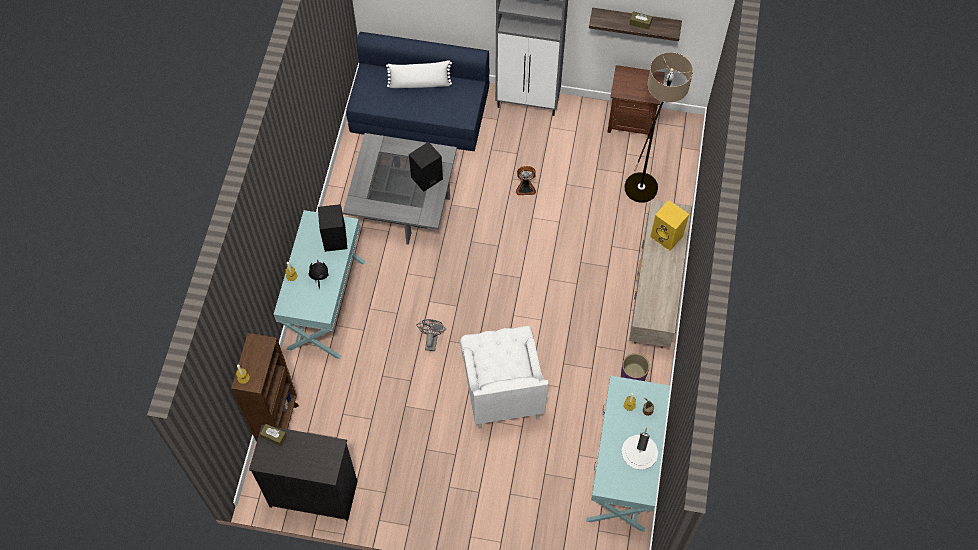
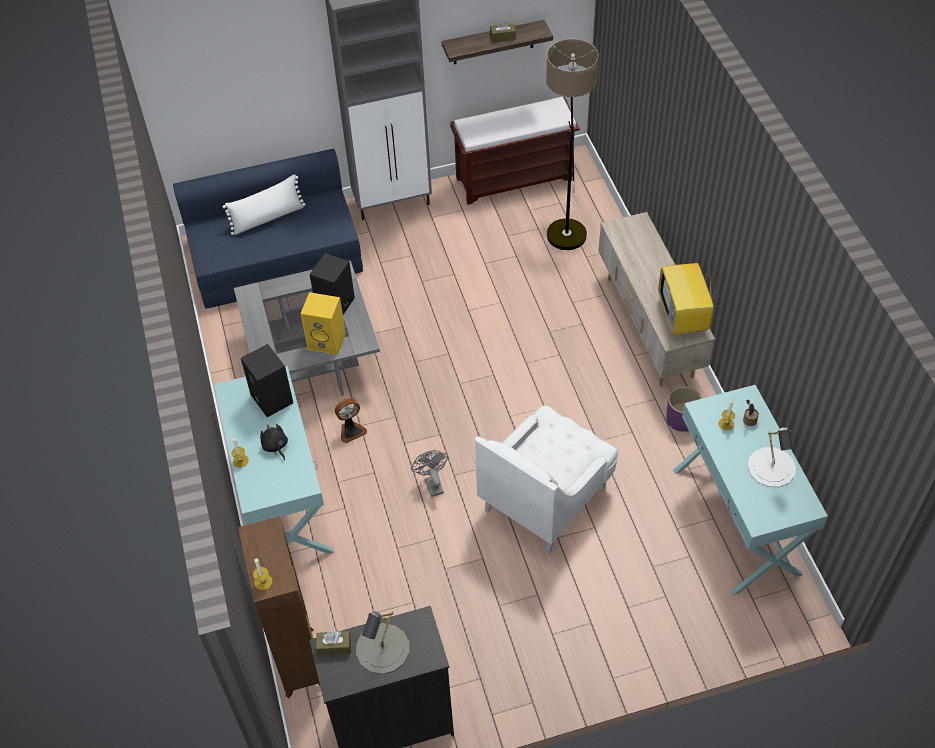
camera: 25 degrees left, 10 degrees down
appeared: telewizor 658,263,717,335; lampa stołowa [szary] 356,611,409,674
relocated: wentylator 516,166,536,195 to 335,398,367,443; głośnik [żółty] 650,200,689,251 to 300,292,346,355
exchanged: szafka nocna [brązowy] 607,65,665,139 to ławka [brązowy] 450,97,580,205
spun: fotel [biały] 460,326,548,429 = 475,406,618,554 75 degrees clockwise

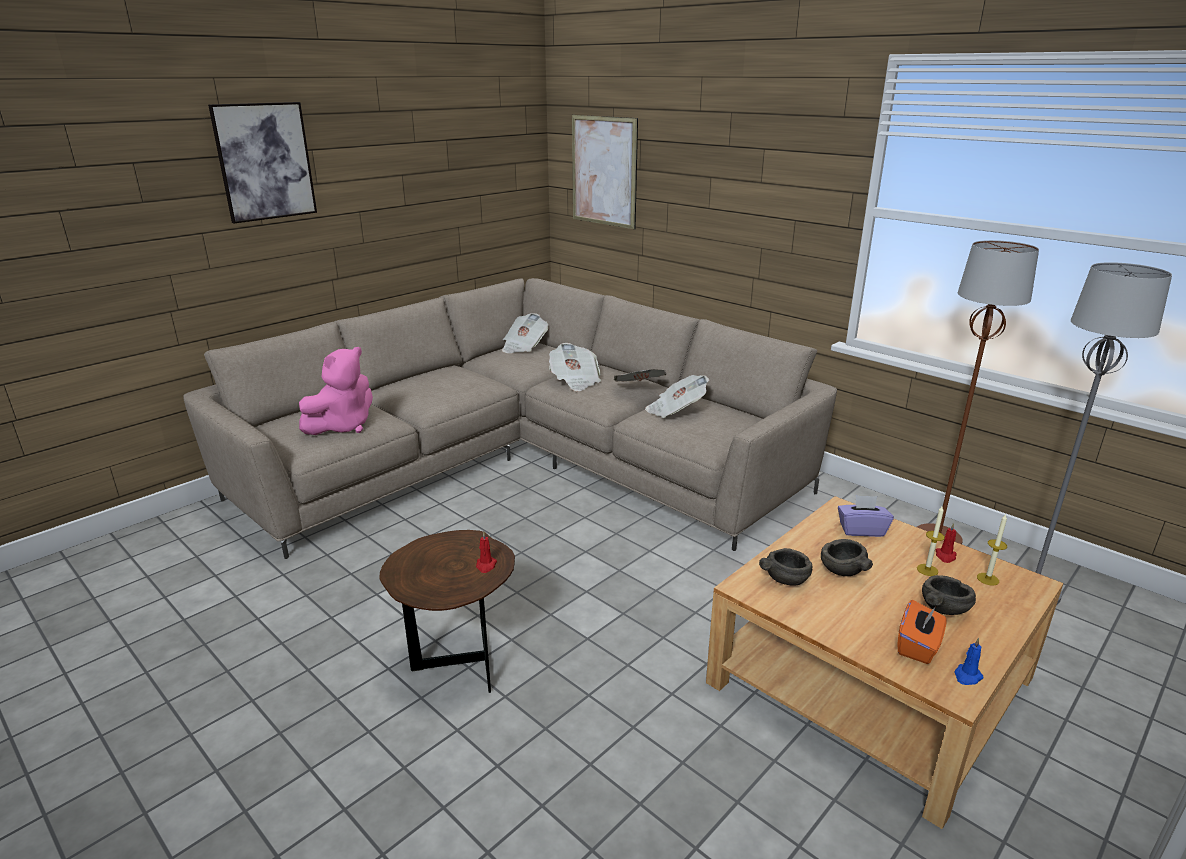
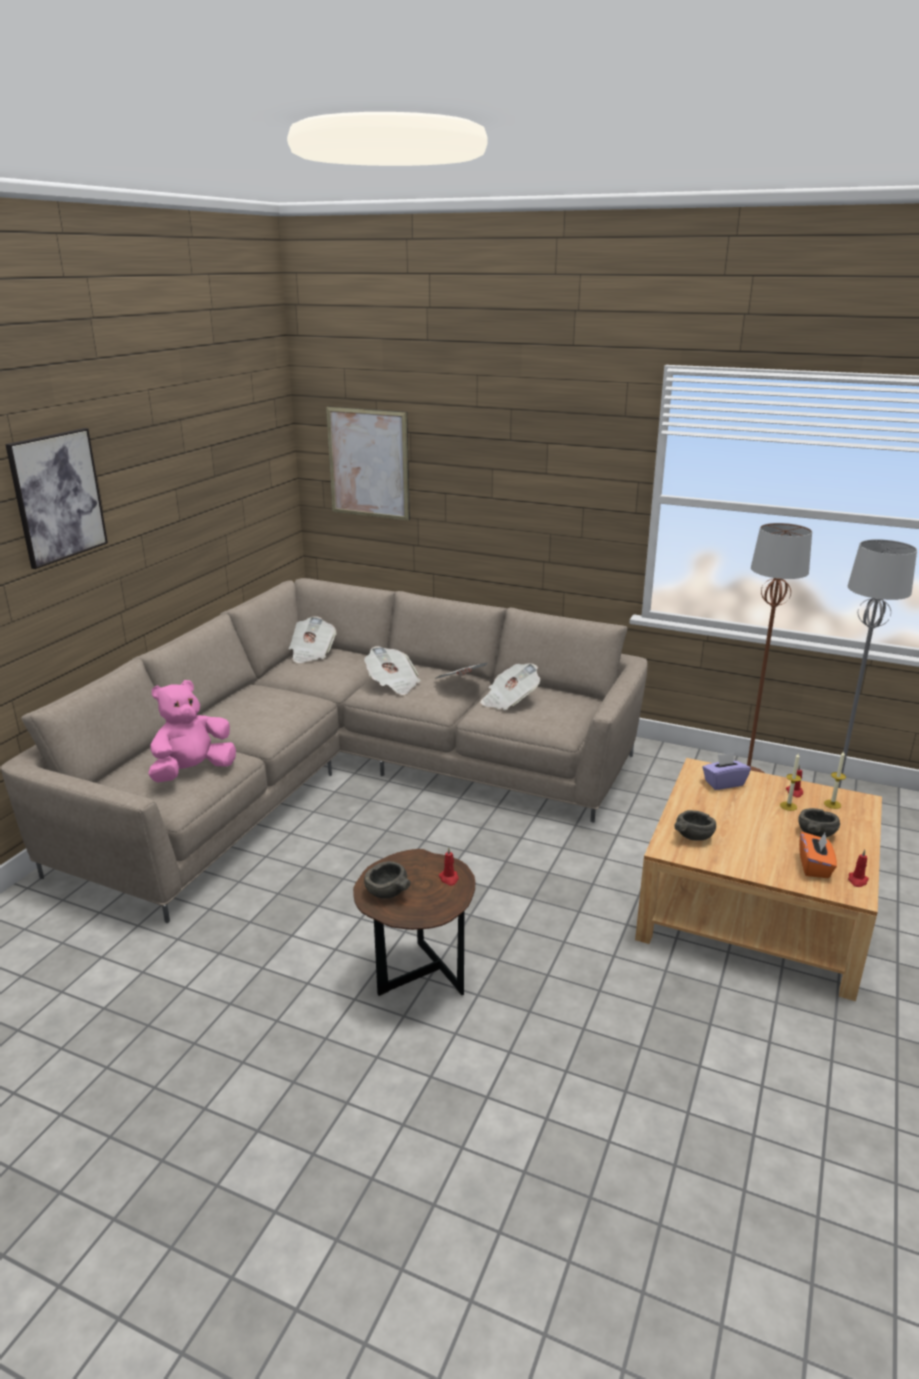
camera: 20 degrees left, 0 degrees up
relocated: miska [szary] 821,539,873,576 to 364,861,411,899
colour: świeca [niebieski] 954,638,983,685 to świeca [czerwony] 848,850,869,887
spun: pluszak [różowy] 299,347,373,435 = 148,680,236,782 150 degrees counterclockwise

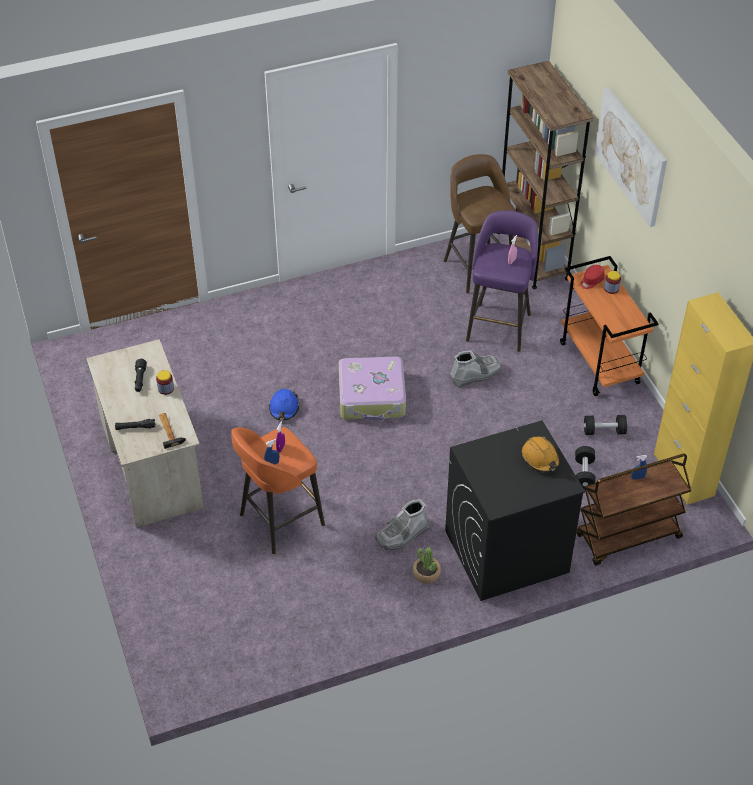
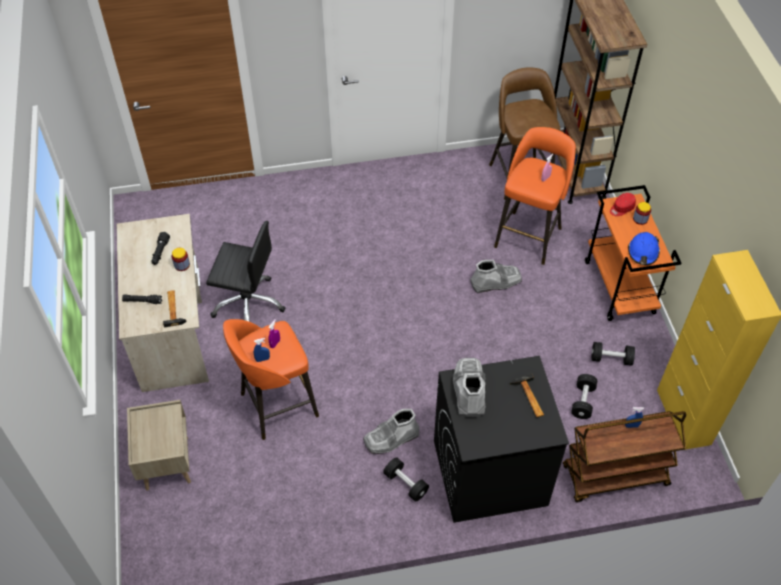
camera: 10 degrees right, 5 degrees up
missing: obraz 595,88,667,227; walizka 339,357,406,421
appeared: krzesło biurowe [czarny] 206,221,285,322; but z cholewką [szary] 453,358,486,417; szafka nocna [beżowy] 127,400,191,490
relocated: kask [niebieski] 269,389,299,420 to 628,232,660,265
exchanged: kask [pomarańczowy] 522,436,560,473 to młotek 510,374,544,417; roślina doniczkowa 413,547,441,584 to hantel [czarny] 383,457,429,502
colour: stołek [fioletowy] 466,210,538,352 to stołek [pomarańczowy] 494,127,576,265

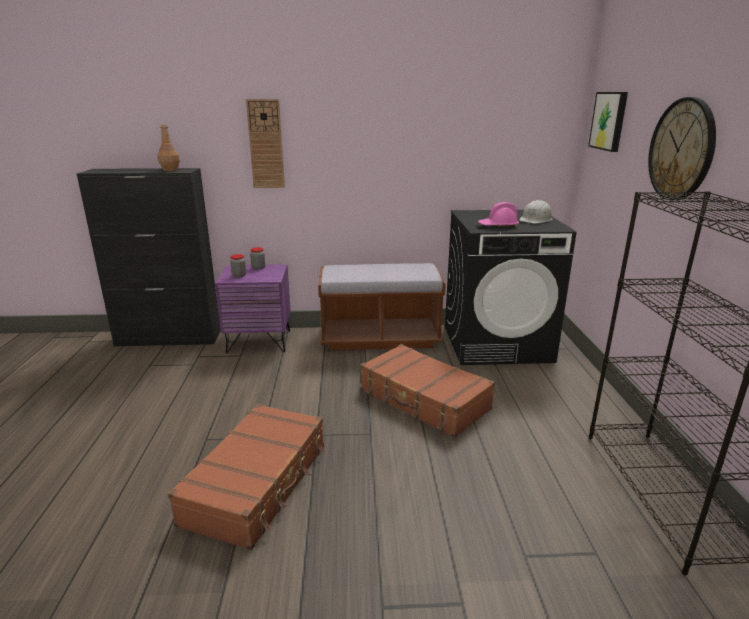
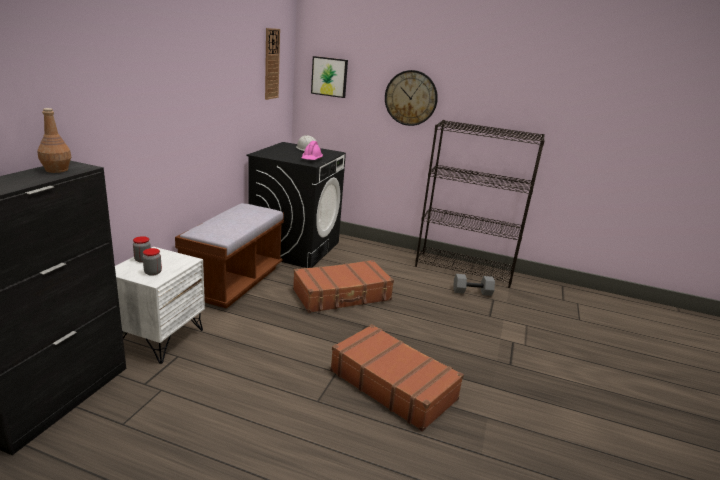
camera: 70 degrees left, 0 degrees up
appeared: hantel [szary] 453,274,495,296
relocated: zegar ścienny 246,99,285,188 to 265,28,280,100
colour: szafka nocna [fioletowy] 215,264,291,353 to szafka nocna [biały] 115,247,205,364

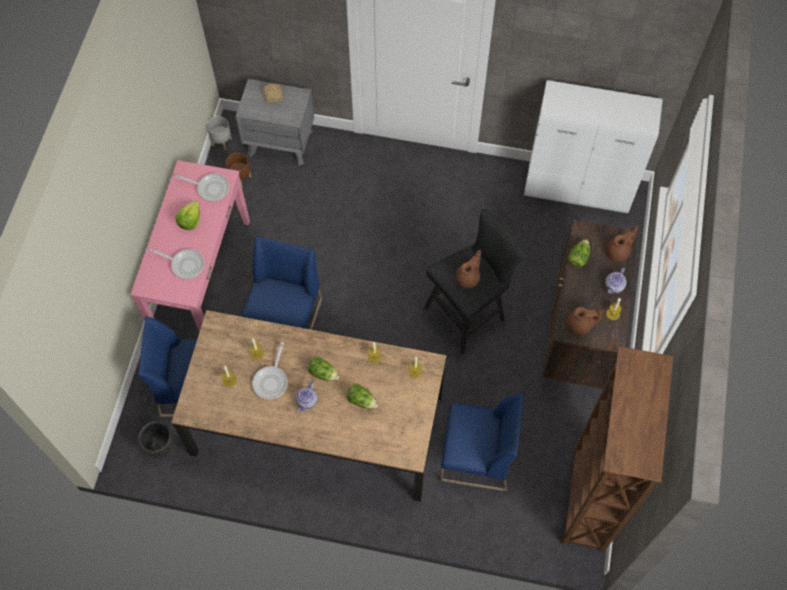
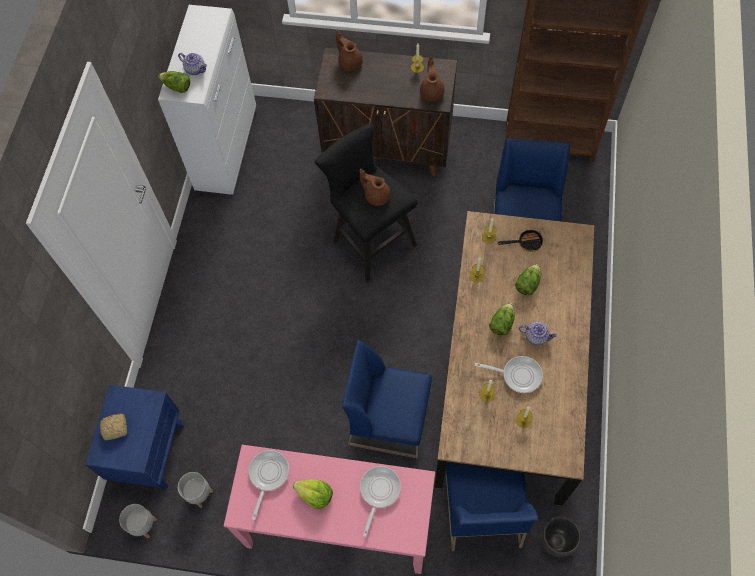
camera: 90 degrees left, 0 degrees up
appeared: patelnia 498,230,543,252
relocated: sałata 568,239,590,268 to 158,71,190,93; imbryk 605,267,626,294 to 178,53,207,75
colour: szafka nocna [szary] 236,79,314,165 to szafka nocna [niebieski] 85,385,184,491; donica [brązowy] 226,153,252,187 to donica [szary] 178,472,213,508

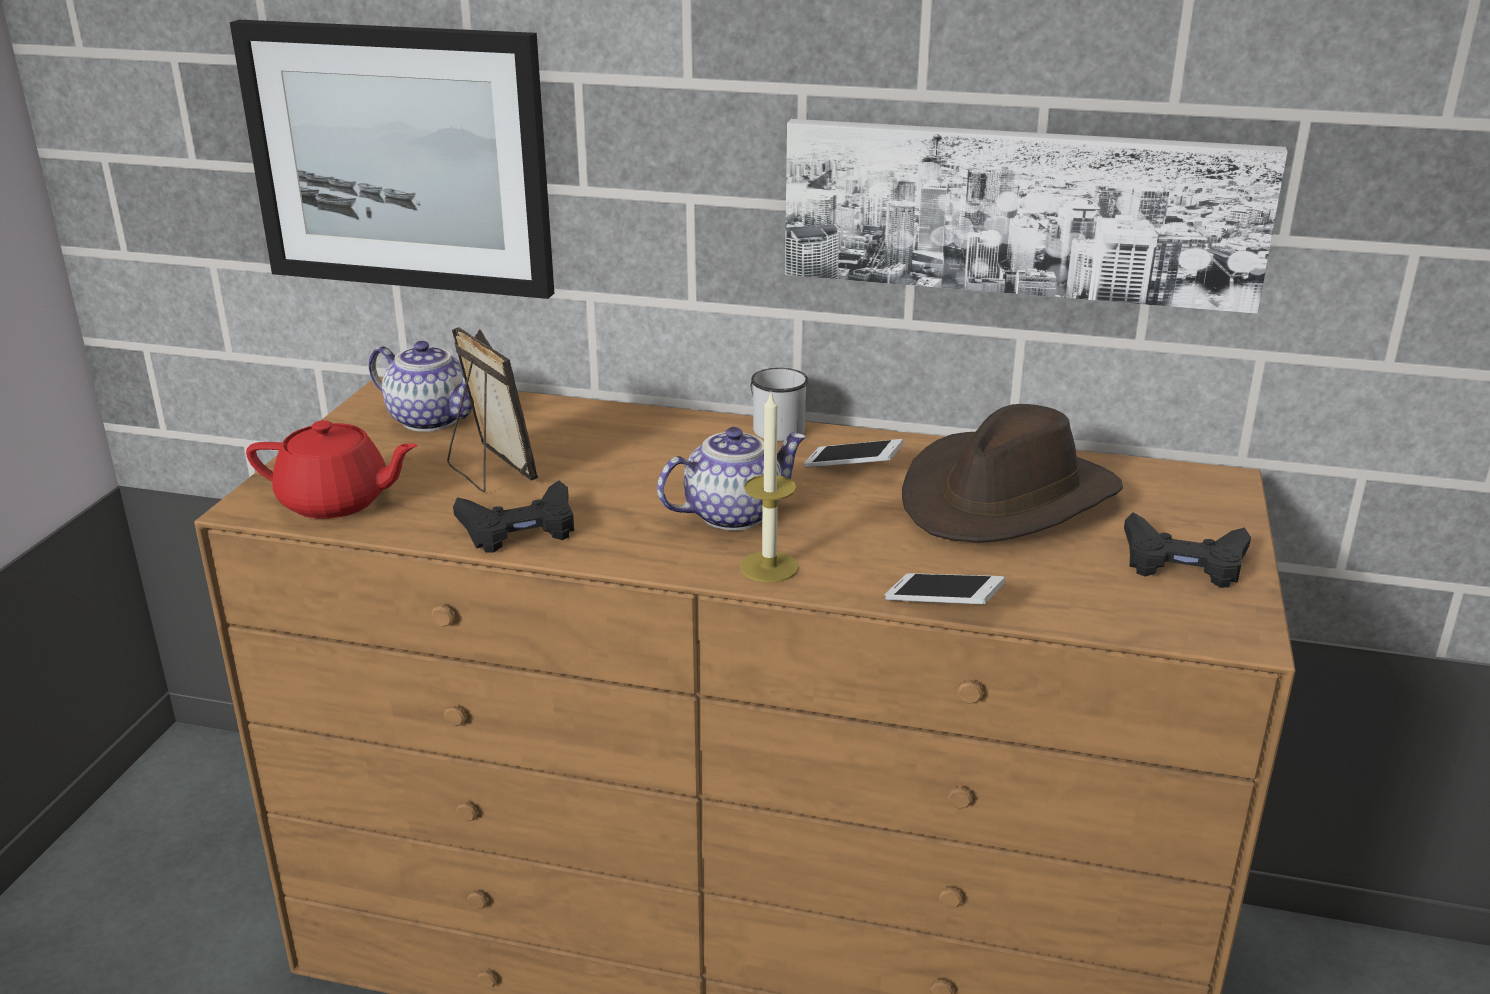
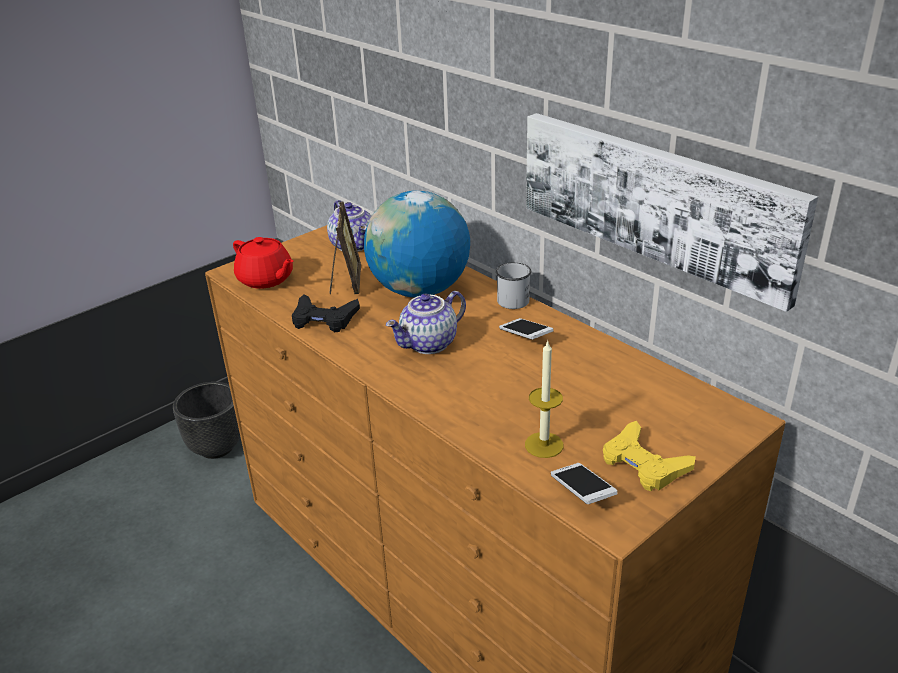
camera: 35 degrees right, 5 degrees up
missing: obraz 230,20,554,299; kapelusz [brązowy] 902,404,1123,543
appeared: globus 364,191,470,298; donica [czarny] 173,382,241,459
relocated: świeca 740,392,799,583 to 525,340,563,458; telefon 885,573,1005,604 to 551,463,618,504
colour: pad do gier [czarny] 1124,512,1251,588 to pad do gier [żółty] 603,421,696,491
spun: imbryk 657,427,807,531 = 386,291,466,354 135 degrees clockwise

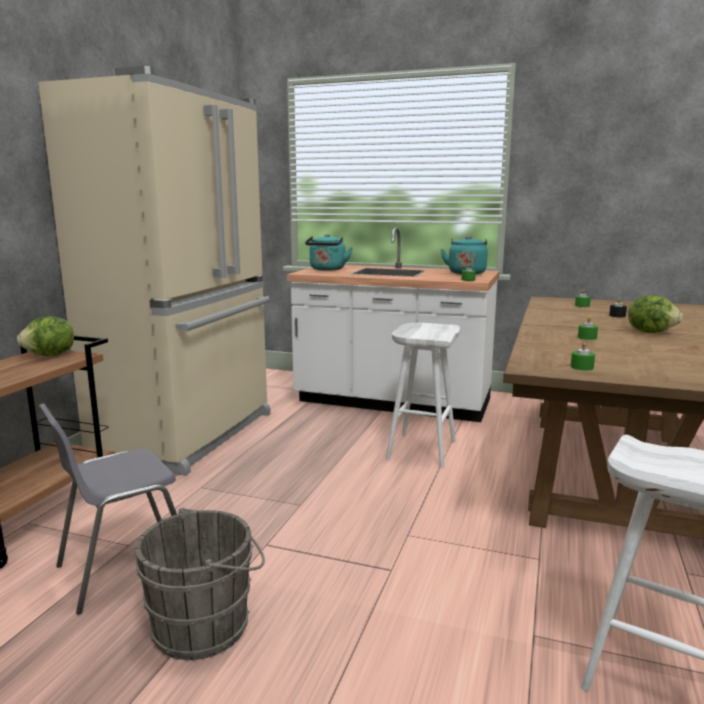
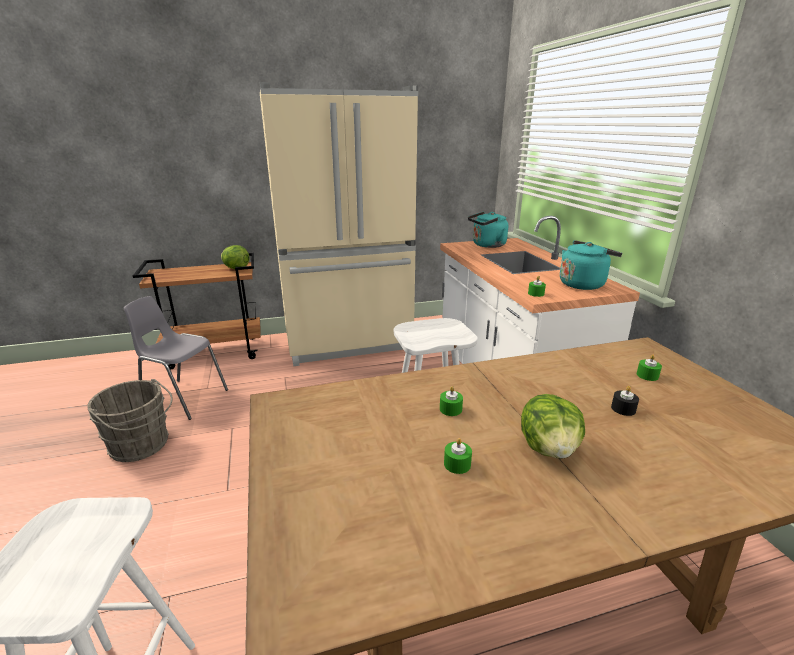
camera: 55 degrees right, 10 degrees up
relocated: świeca [zielony] 571,342,595,370 to 444,438,472,474

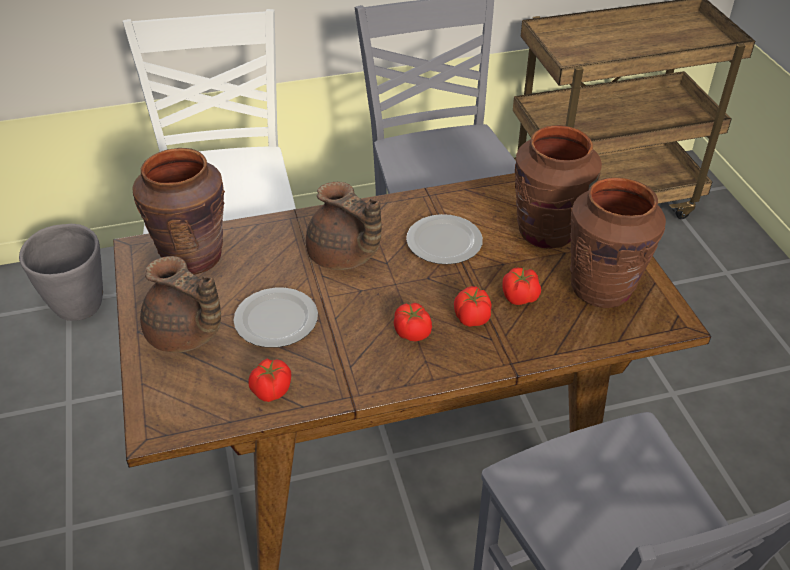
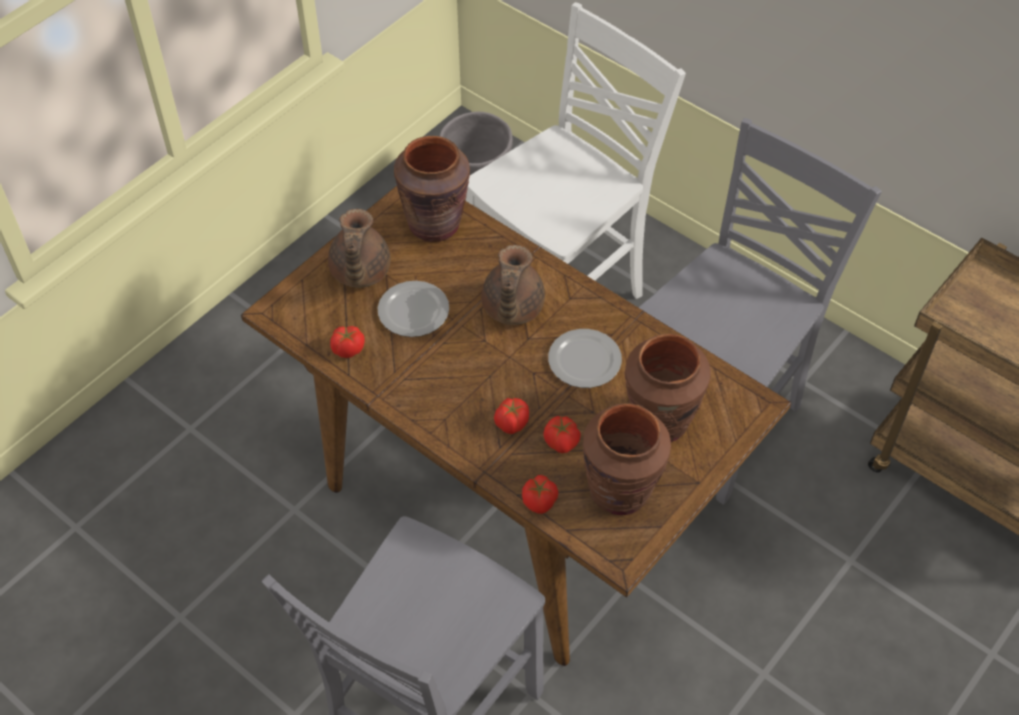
camera: 55 degrees right, 10 degrees up
relocated: pomidor 394,303,432,341 to 522,475,559,514

